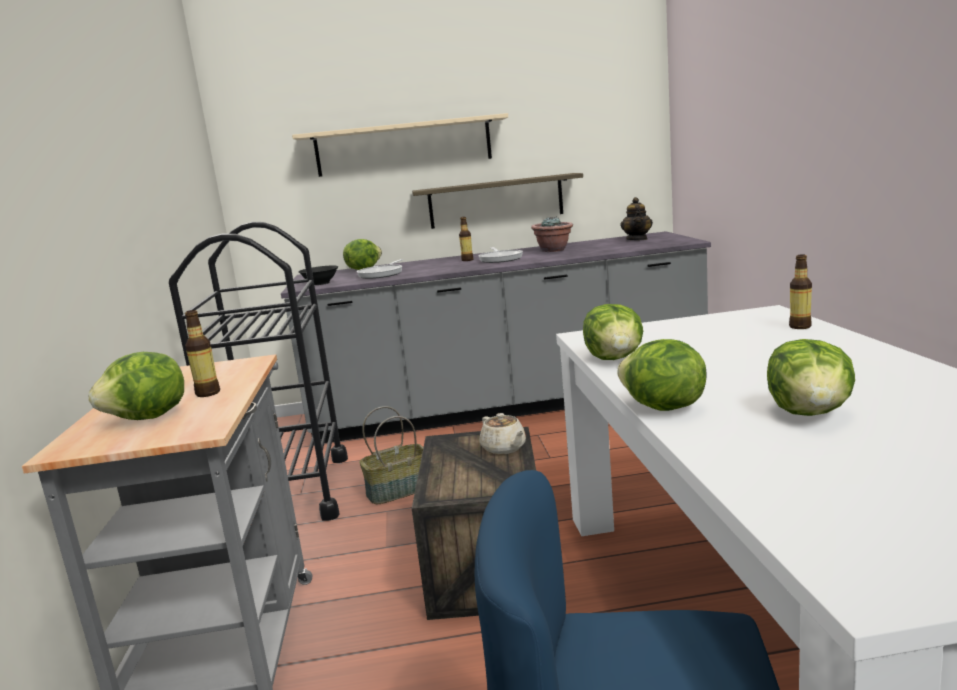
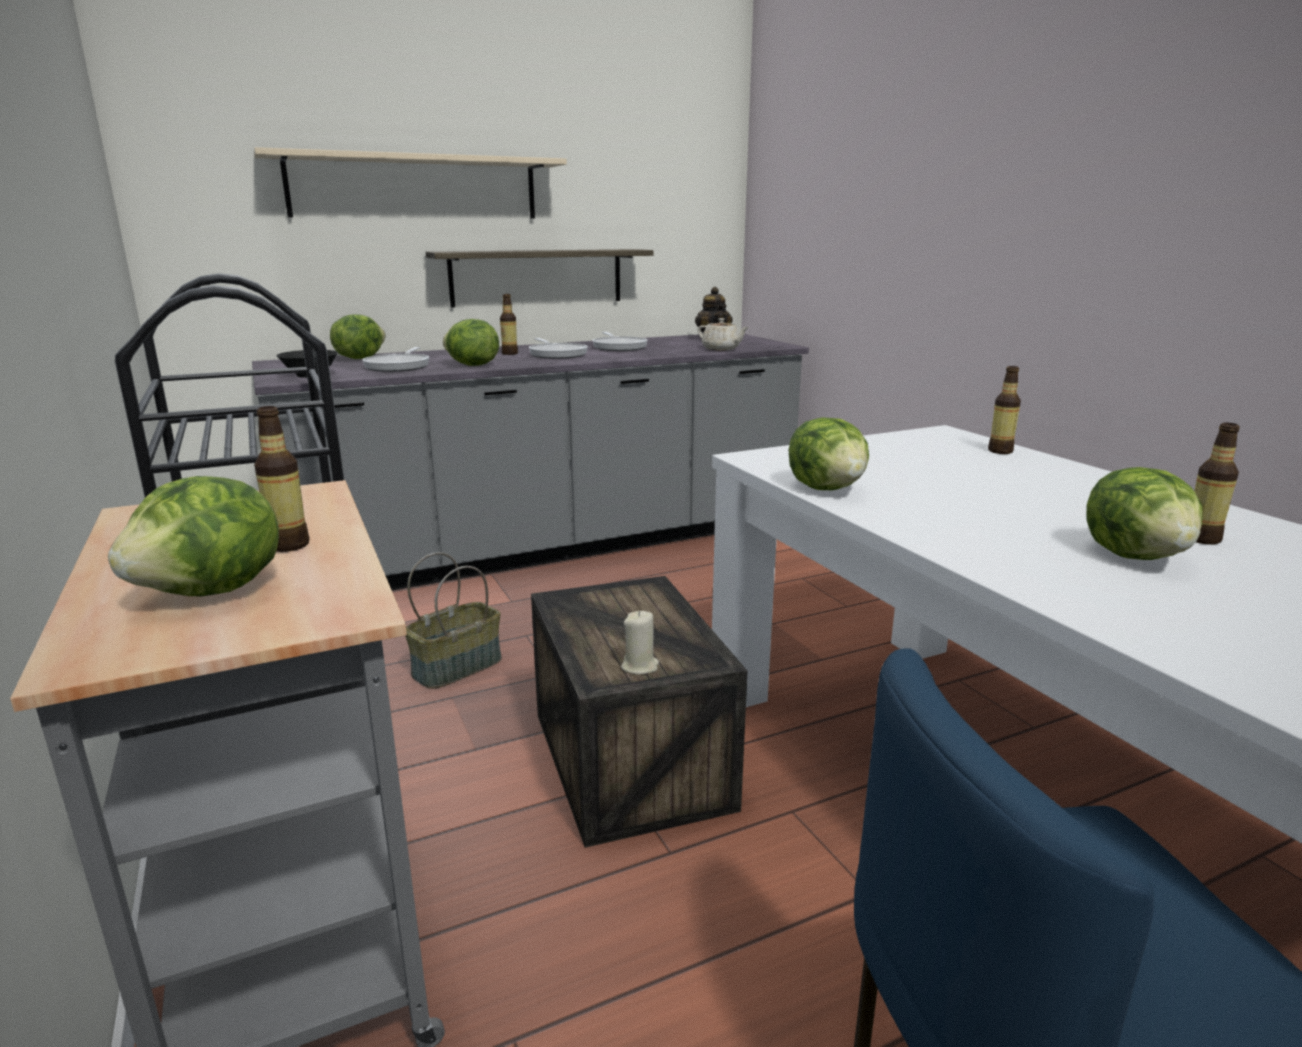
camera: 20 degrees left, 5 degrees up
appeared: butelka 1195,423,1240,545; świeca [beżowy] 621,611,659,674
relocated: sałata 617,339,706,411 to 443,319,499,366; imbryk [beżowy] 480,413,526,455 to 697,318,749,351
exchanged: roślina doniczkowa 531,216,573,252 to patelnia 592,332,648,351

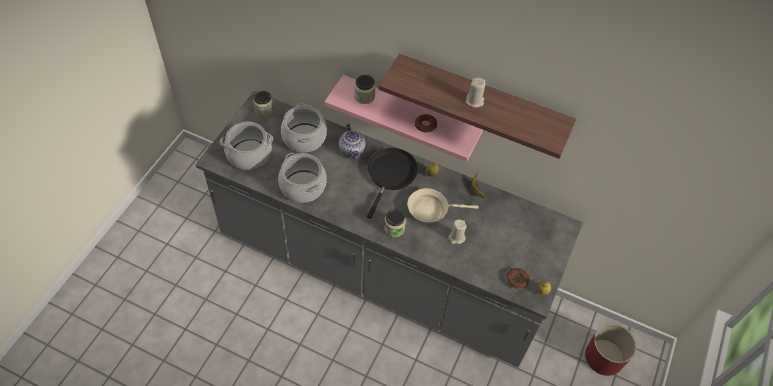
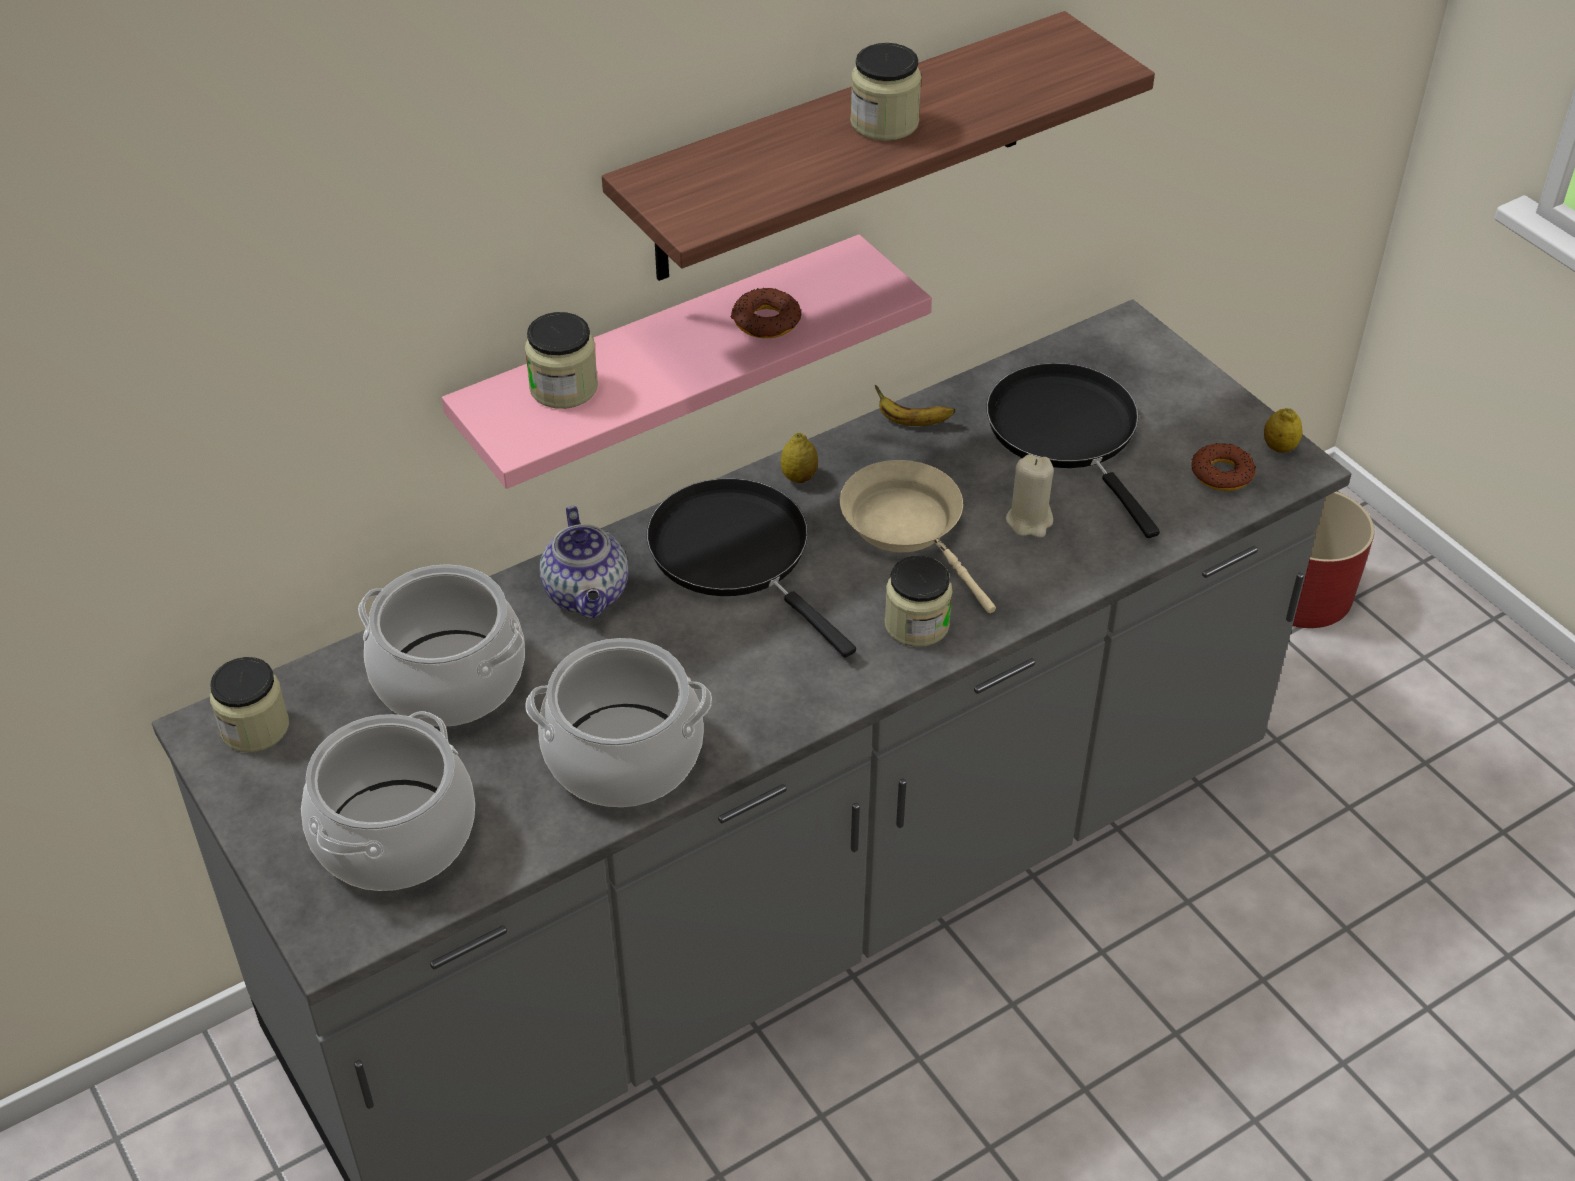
camera: 55 degrees left, 10 degrees down
appeared: patelnia [czarny] 986,363,1160,538
exchanged: świeca [beżowy] 466,78,485,108 to słoik 850,43,922,141
spun: imbryk 339,124,366,159 = 540,506,629,618 60 degrees clockwise; patelnia [beżowy] 407,188,479,223 = 840,460,996,613 120 degrees clockwise

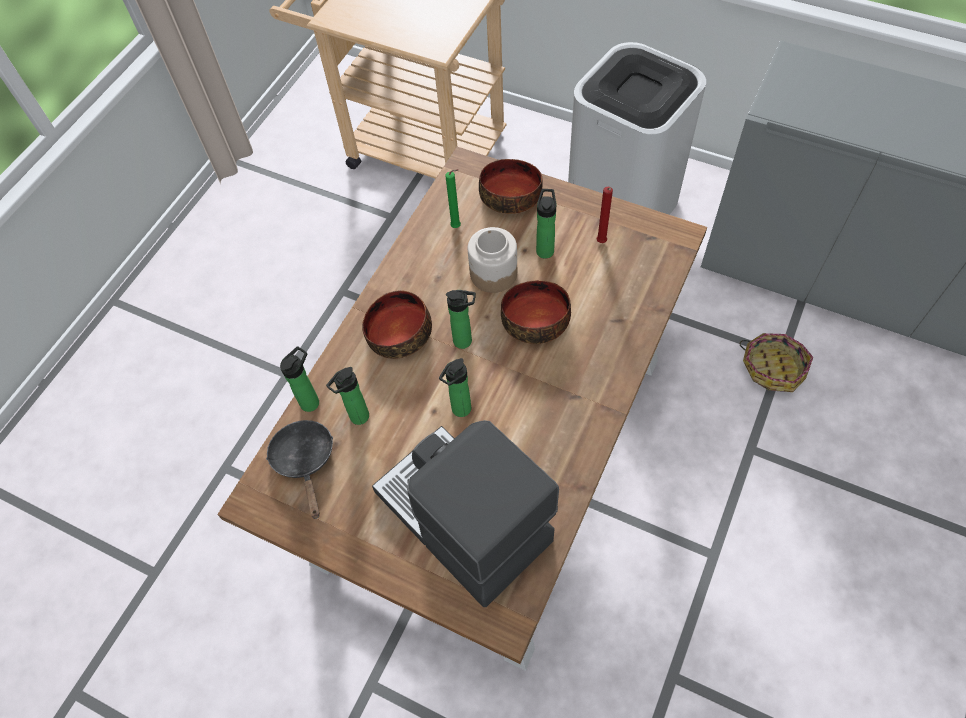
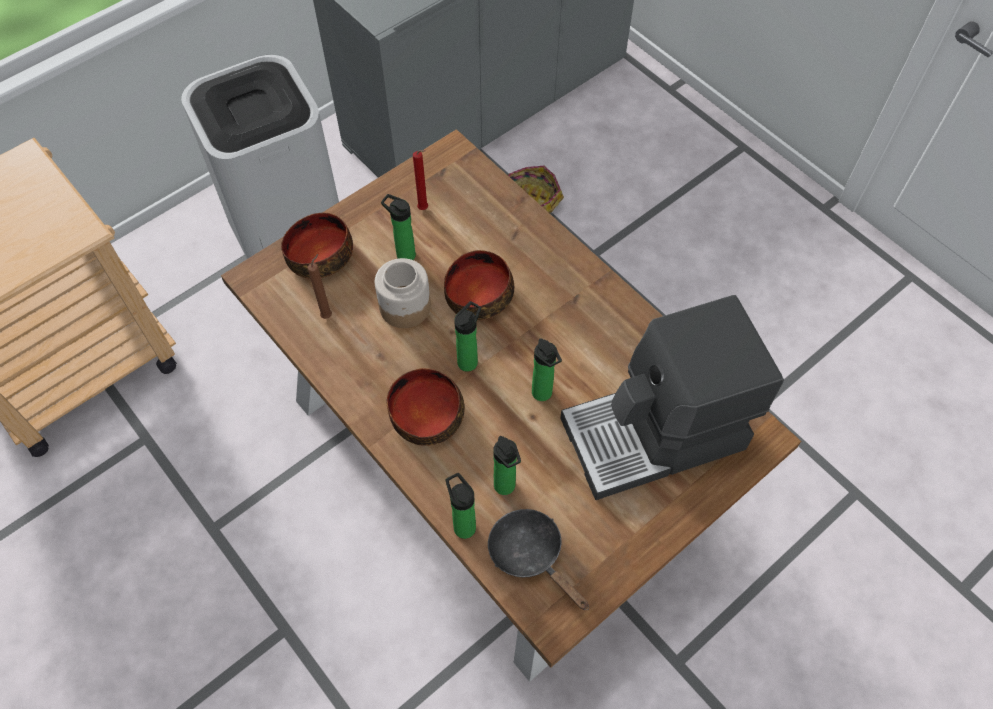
camera: 70 degrees left, 0 degrees up
colour: świeca [zielony] 446,169,461,228 to świeca [brązowy] 308,254,332,319
spun: patelnia [czarny] 266,420,333,519 = 488,509,589,610 45 degrees clockwise

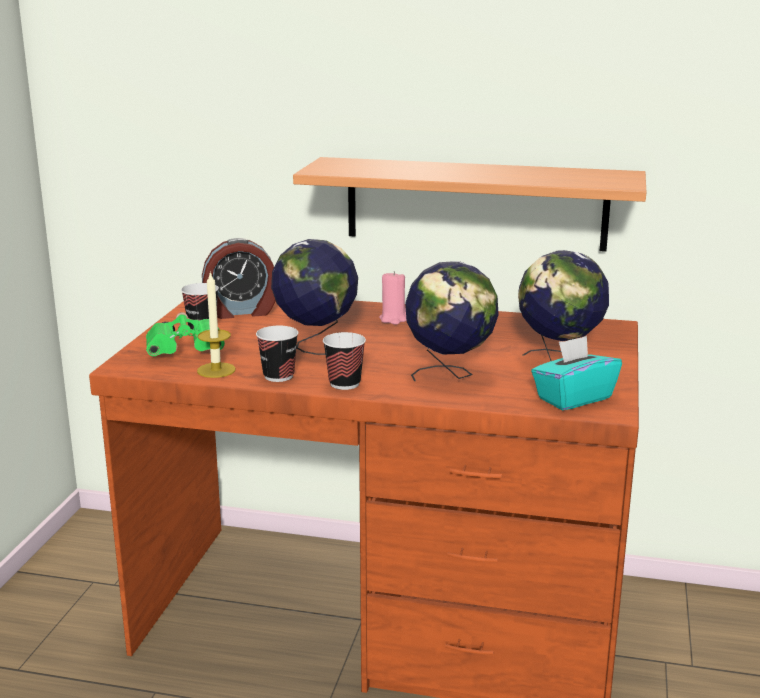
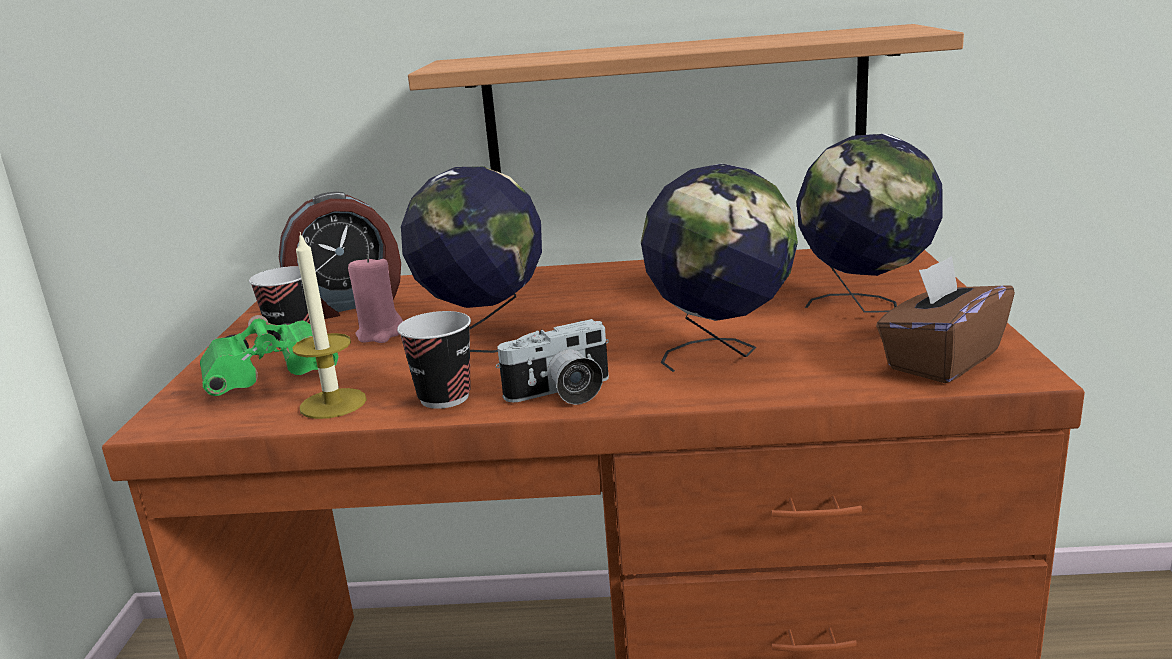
camera: 10 degrees left, 0 degrees up
relocated: świeca [różowy] 379,271,407,325 to 348,255,403,343
exchanged: filiżanka 323,332,366,390 to aparat fotograficzny 496,319,609,405
colour: pudełko chusteczek [turkusowy] 531,336,622,410 to pudełko chusteczek [brązowy] 876,256,1015,383

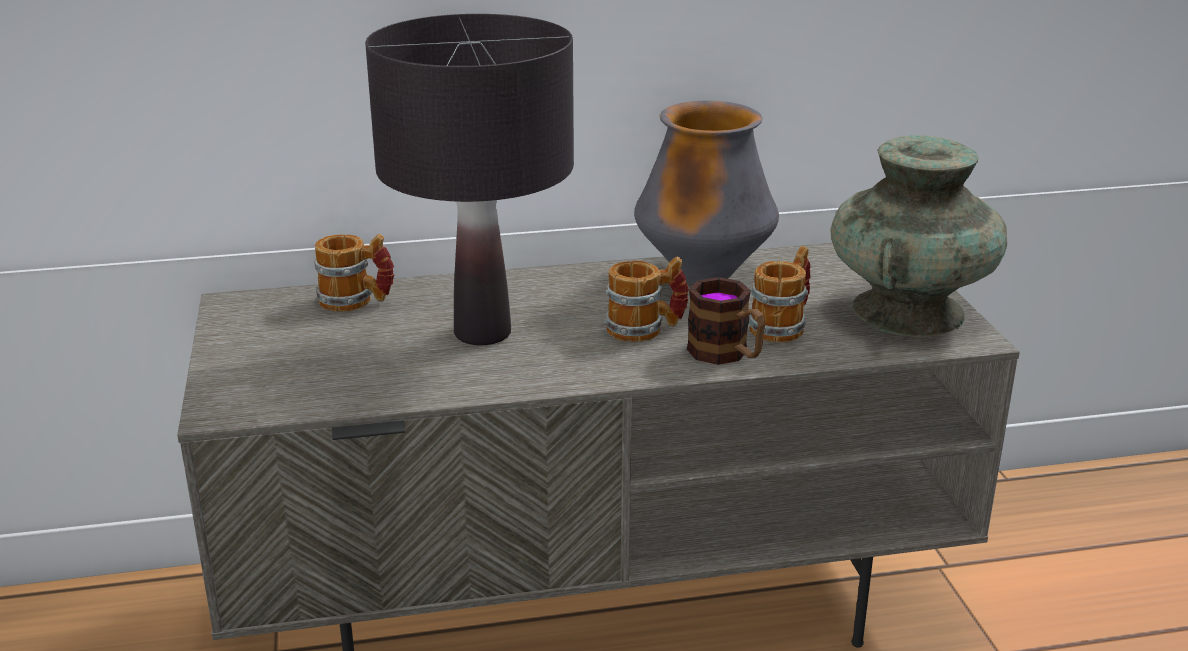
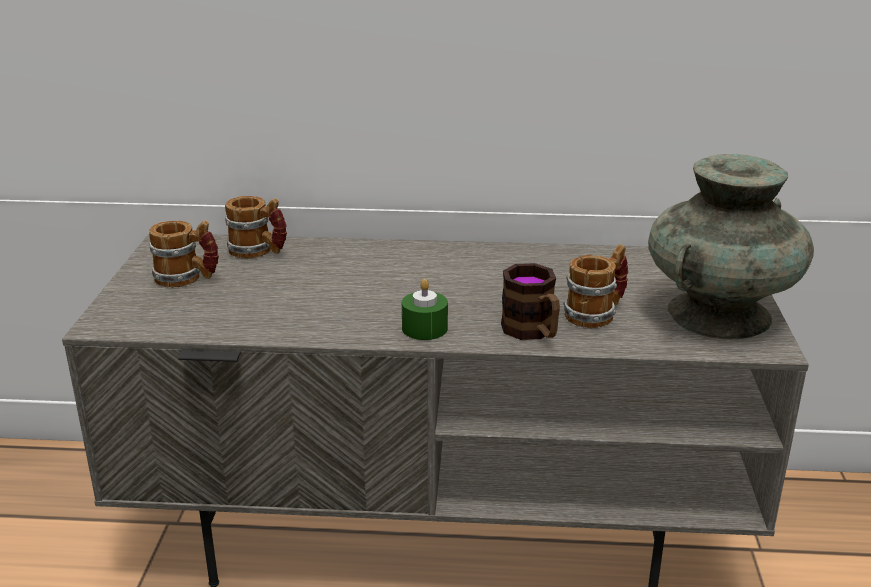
camera: 15 degrees right, 0 degrees up
missing: lampa stołowa [czarny] 365,14,574,345; wazon 634,101,779,284
appeared: świeca [zielony] 402,279,448,340
relocated: kubek 604,257,689,342 to 149,220,219,288

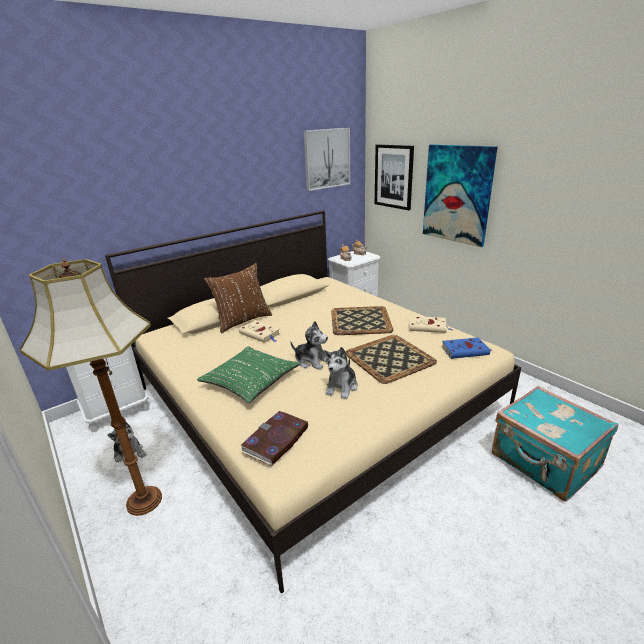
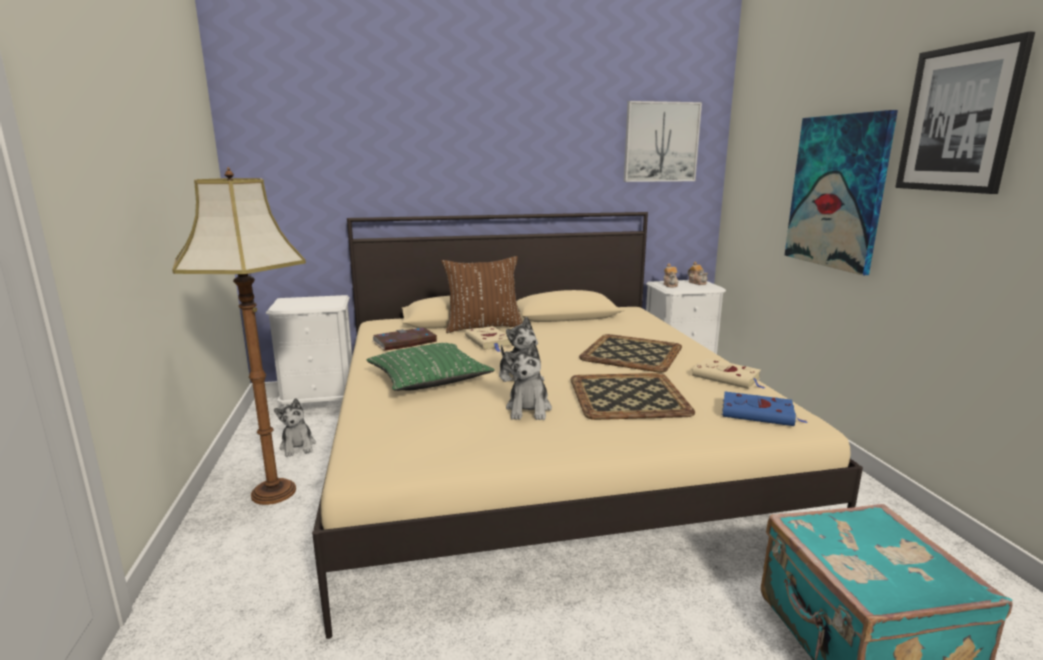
camera: 25 degrees right, 10 degrees down
relocated: obraz 375,144,414,210 to 895,31,1035,194; książka 241,411,308,466 to 372,327,437,351
spun: pluszak 323,347,358,399 = 504,342,552,420 45 degrees counterclockwise

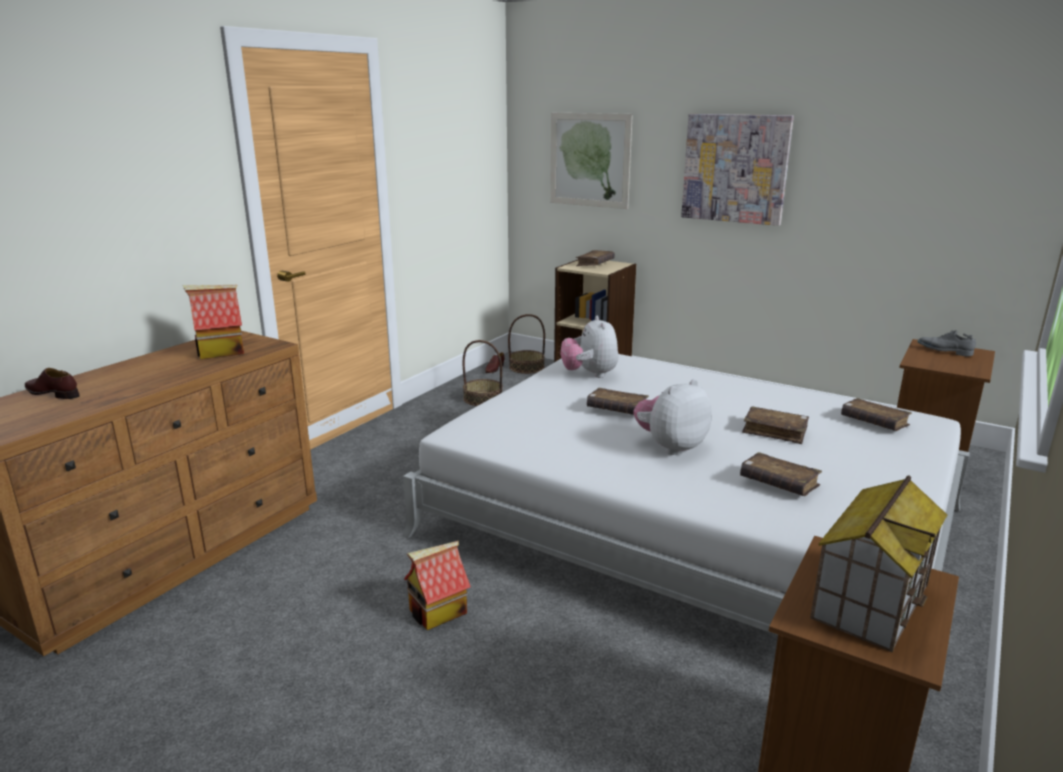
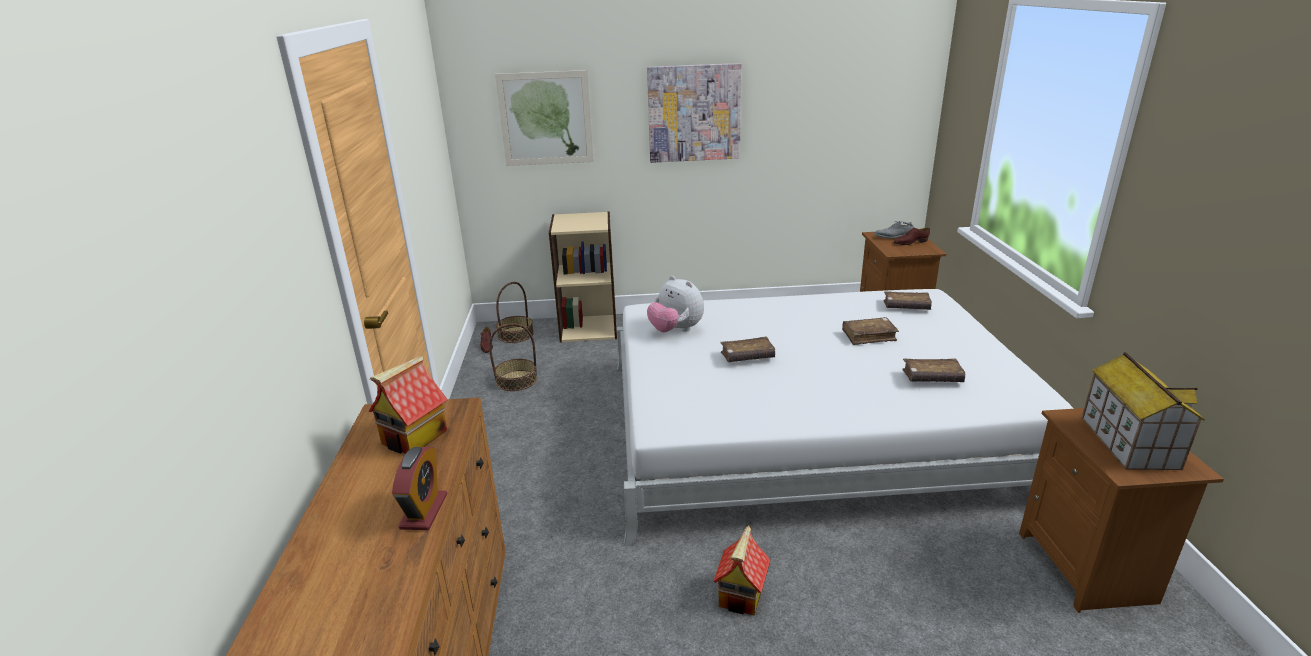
camera: 35 degrees left, 5 degrees up
missing: książka [brązowy] 576,250,615,266; pluszak 633,379,711,455
appeared: budzik 392,447,447,530
relocated: but [brązowy] 25,368,80,399 to 894,227,930,245

